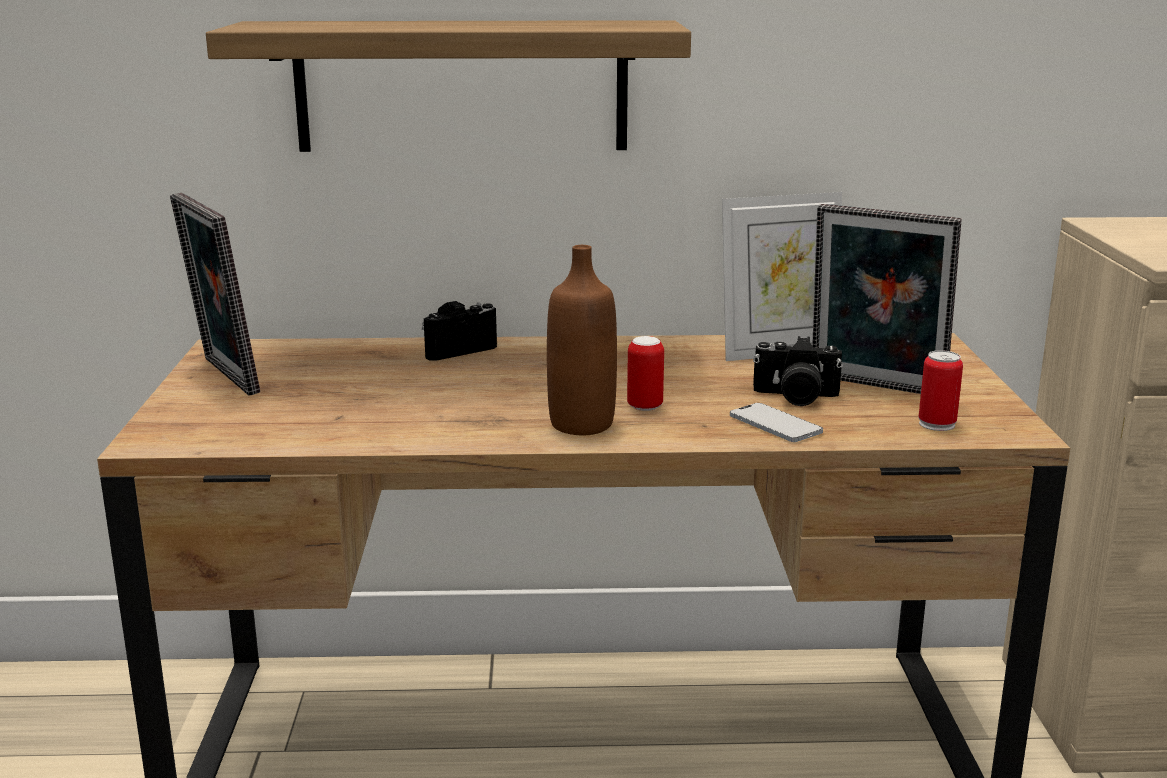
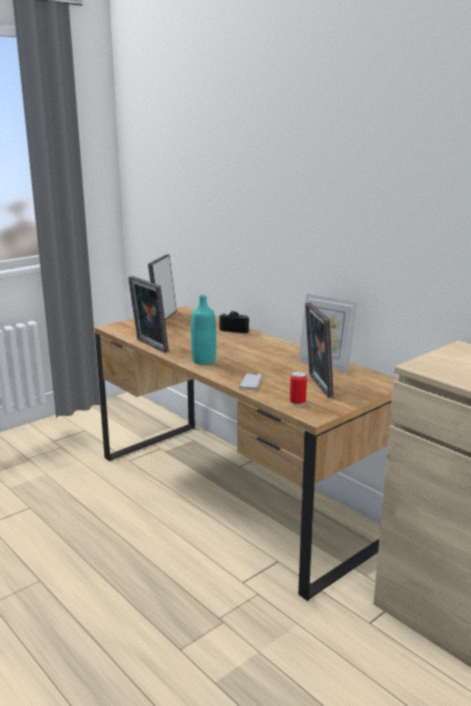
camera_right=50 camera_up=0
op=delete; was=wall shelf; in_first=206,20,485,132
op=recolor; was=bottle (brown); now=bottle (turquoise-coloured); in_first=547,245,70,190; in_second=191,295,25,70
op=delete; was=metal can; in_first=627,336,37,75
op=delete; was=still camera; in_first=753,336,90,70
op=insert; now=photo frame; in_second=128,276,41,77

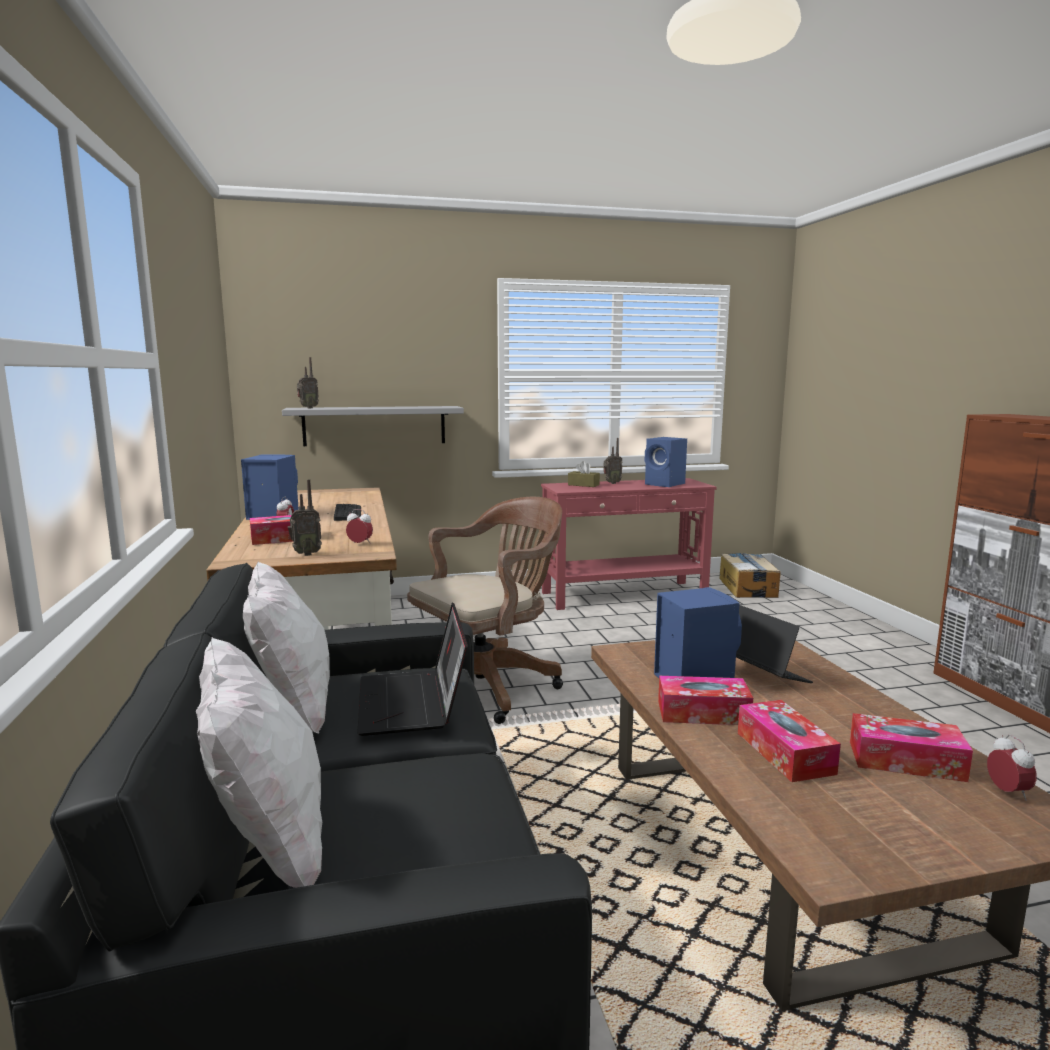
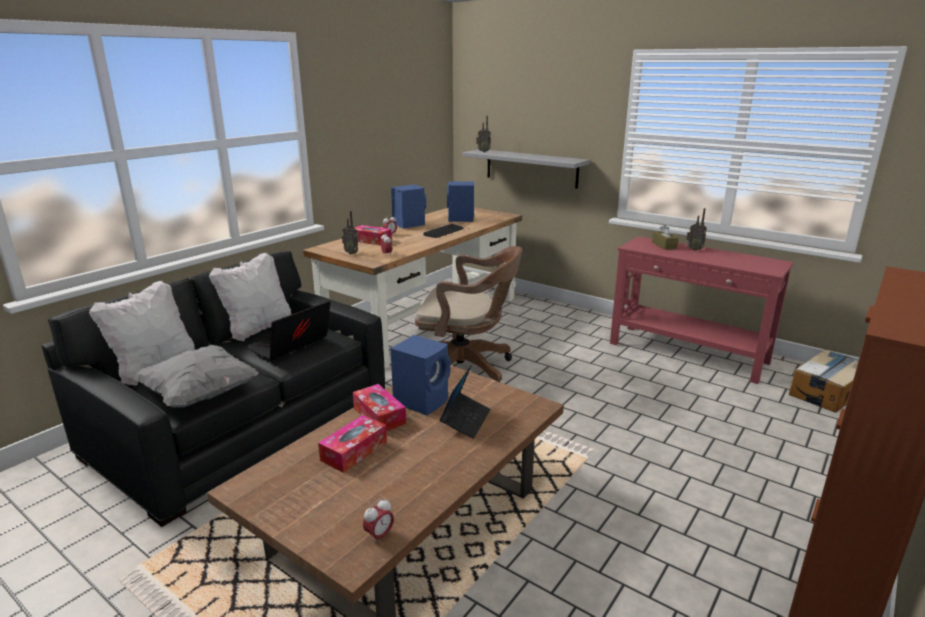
camera_right=50 camera_up=10
op=move; was=speaker (blue); in_first=645,437,42,50; in_second=447,181,27,41
op=delete; was=tissue box; in_first=850,713,123,69
op=insert; now=cushion (greyish); in_second=133,345,125,63

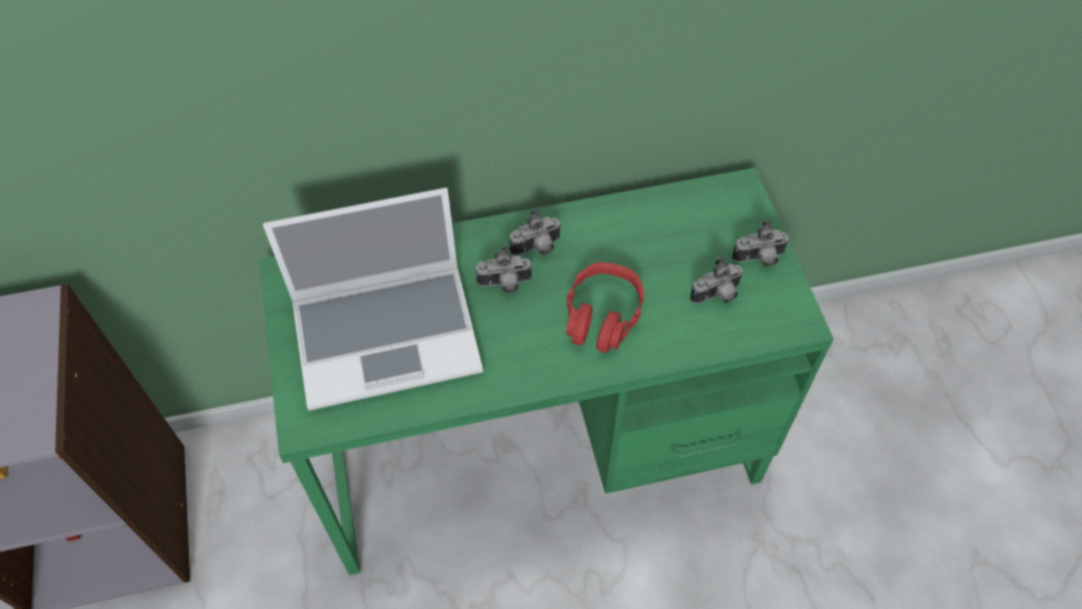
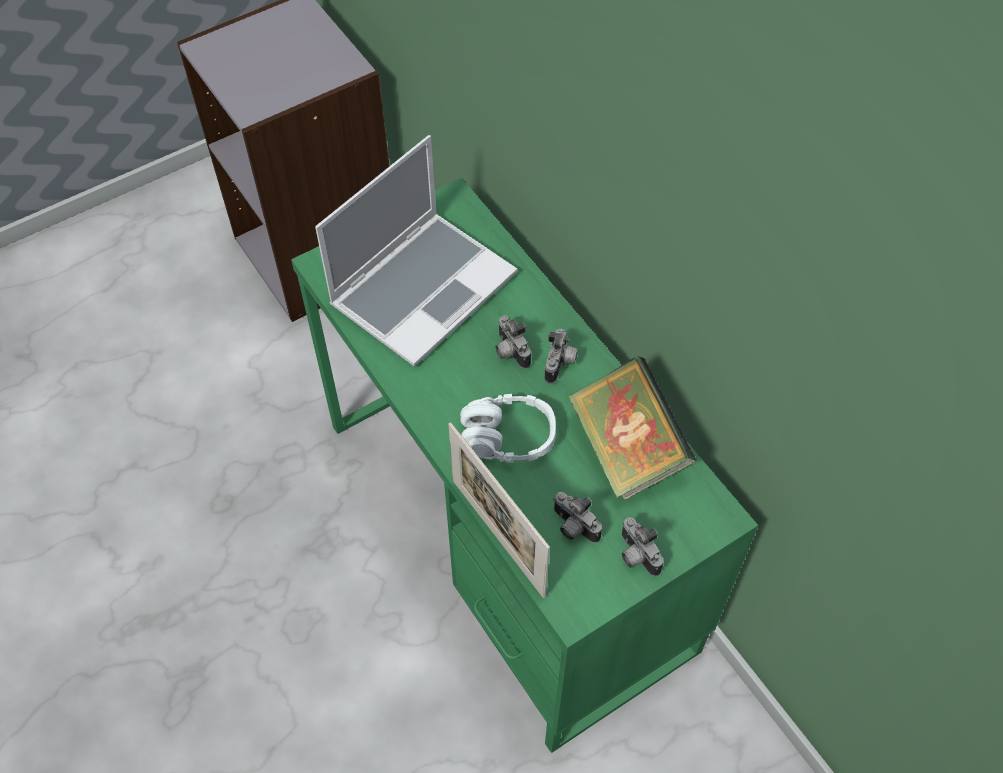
camera_right=70 camera_up=0
op=rotate; was=notebook computer; in_first=263,188,220,223; in_second=315,135,202,232; clockwise=-105
op=rotate; was=still camera; in_first=510,209,51,46; in_second=544,329,34,55; clockwise=-120
op=recolor; was=pair of headphones (red-coloured); now=pair of headphones (whitish); in_first=566,262,78,91; in_second=460,394,96,69
op=insert; now=photo frame; in_second=448,423,102,175
op=insert; now=volume; in_second=568,357,129,143

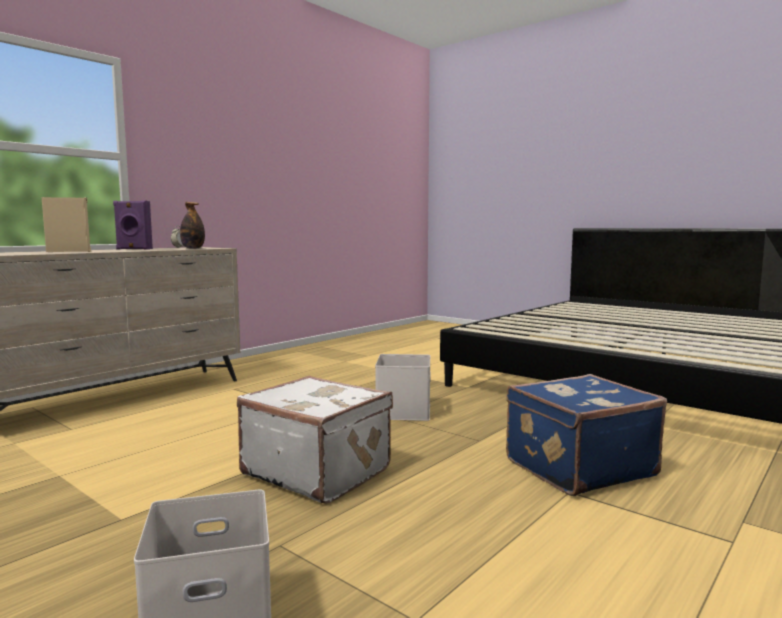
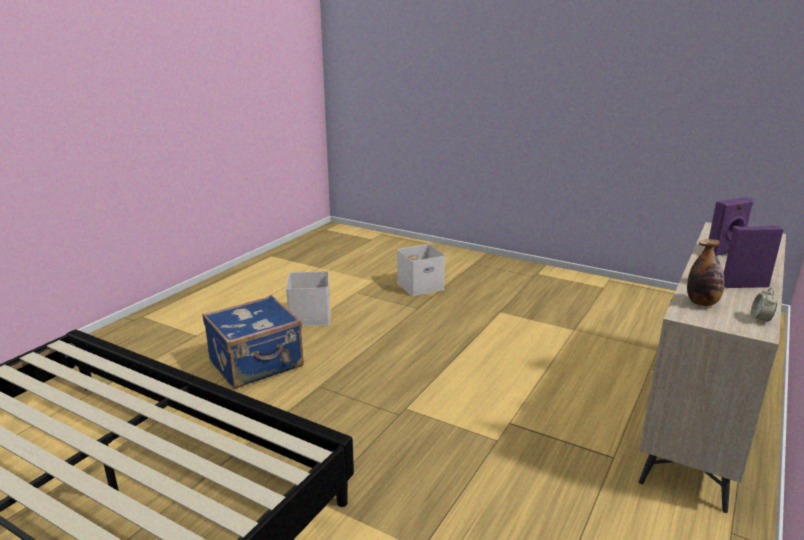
camera_right=170 camera_up=15
op=recolor; was=speaker (beige-coloured); now=speaker (purplish); in_first=42,197,49,55; in_second=709,197,45,59
op=delete; was=piece of luggage (whitish); in_first=237,376,156,128
op=move; was=storage container (whitish); in_first=375,354,56,67; in_second=286,271,44,55

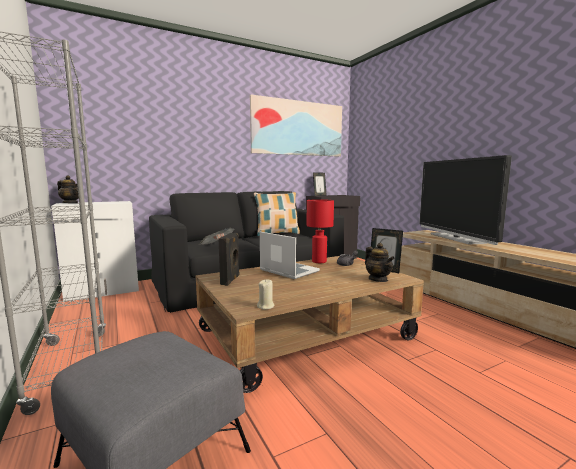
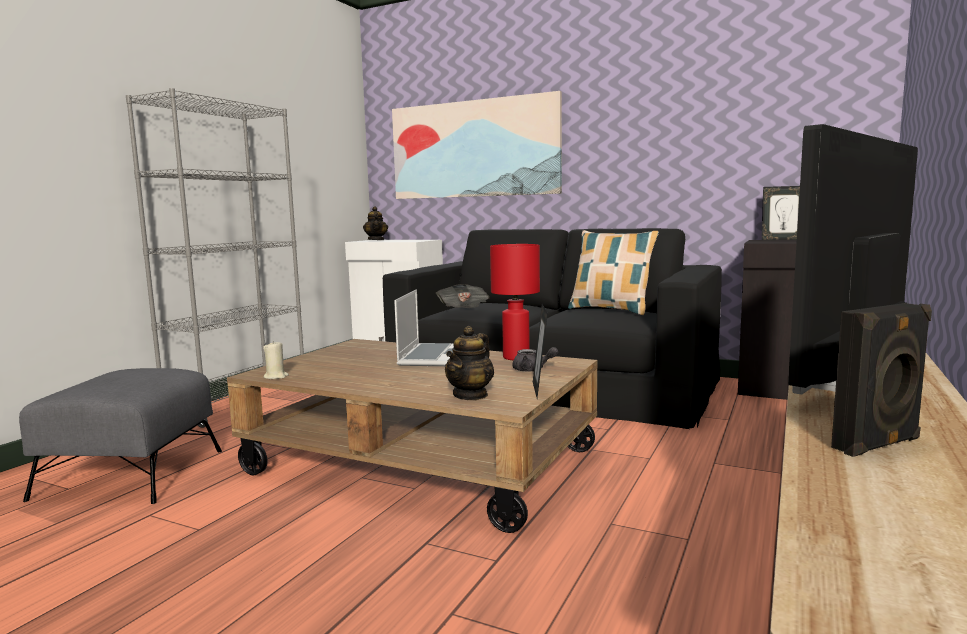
camera_right=55 camera_up=0
op=move; was=speaker (black-coloured); in_first=219,233,21,53; in_second=831,303,101,154
op=move; was=wall picture; in_first=250,95,92,62; in_second=392,91,170,108

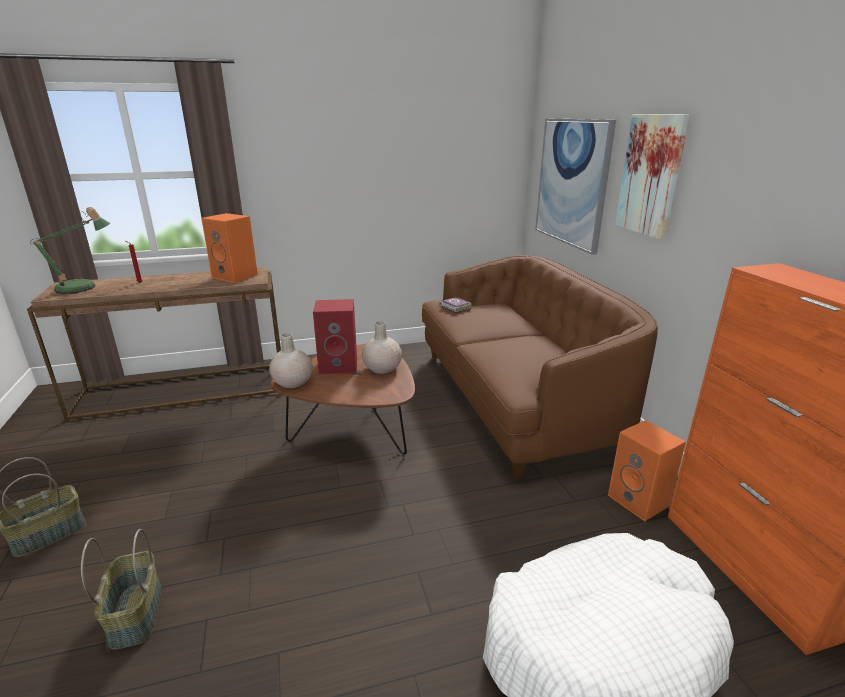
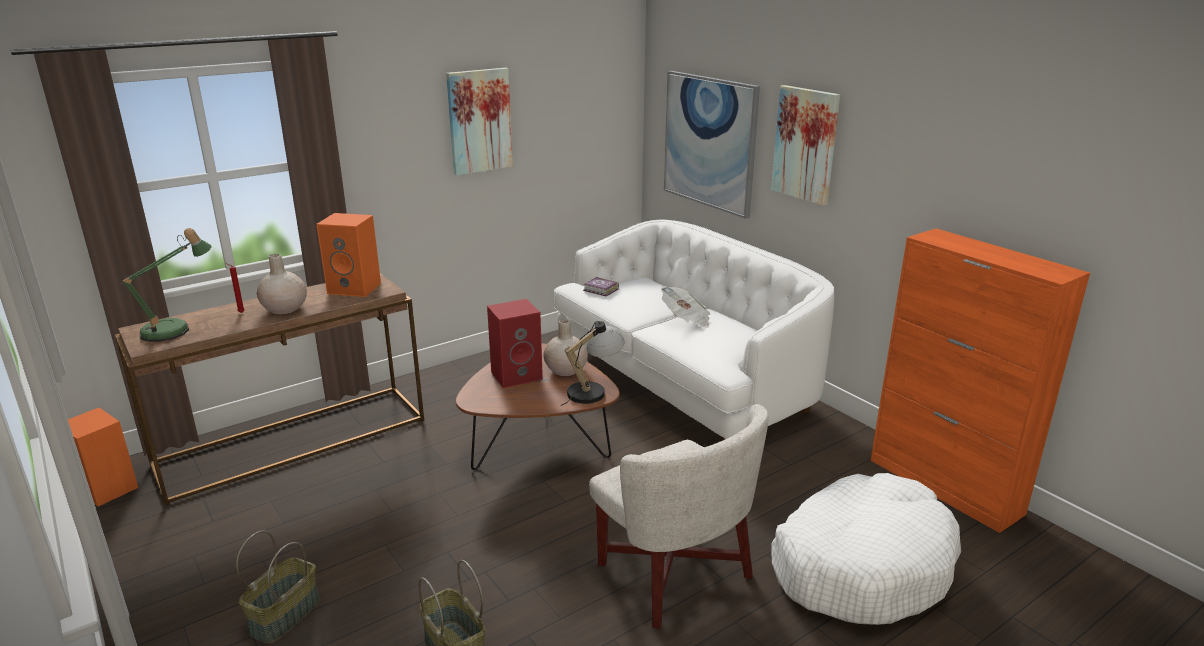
camera_right=-20 camera_up=0
op=move; was=decorative vase (beige-coloured); in_first=269,333,44,55; in_second=257,254,50,60
op=recolor; was=couch (brown); now=couch (whitish); in_first=422,255,236,225; in_second=554,220,280,220
op=move; was=speaker (orange); in_first=608,420,78,101; in_second=68,408,70,98
op=insert; now=wall picture; in_second=446,68,67,108
op=insert; now=table lamp; in_second=561,321,64,85
op=insert; now=armchair (whitish); in_second=589,404,180,225
op=insert; now=printed paper; in_second=661,286,49,42

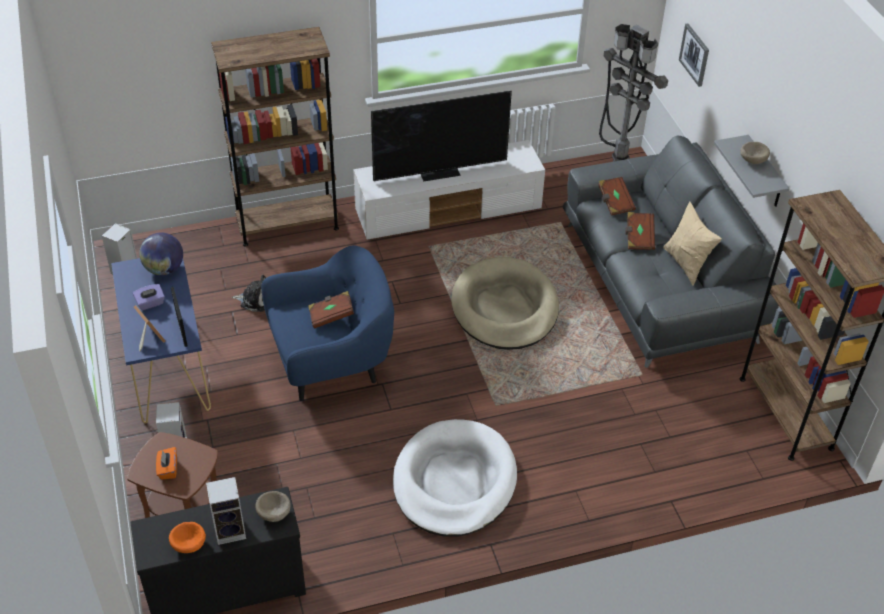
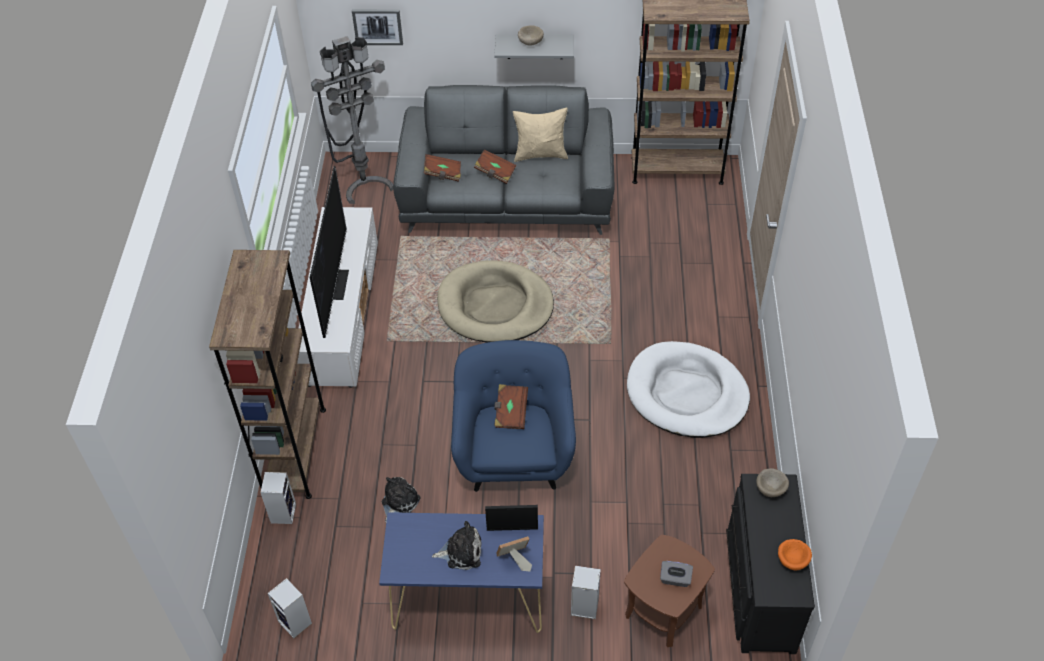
camera_right=-70 camera_up=5
op=replace; was=tissue box (purplish); now=soft toy; in_first=133,284,32,26; in_second=432,521,49,49
op=delete; was=world globe; in_first=139,233,44,42
op=recolor; was=tissue box (orange); now=tissue box (greyish); in_first=156,447,21,32; in_second=660,561,33,26
op=move; was=speaker; in_first=206,477,40,68; in_second=260,472,36,52

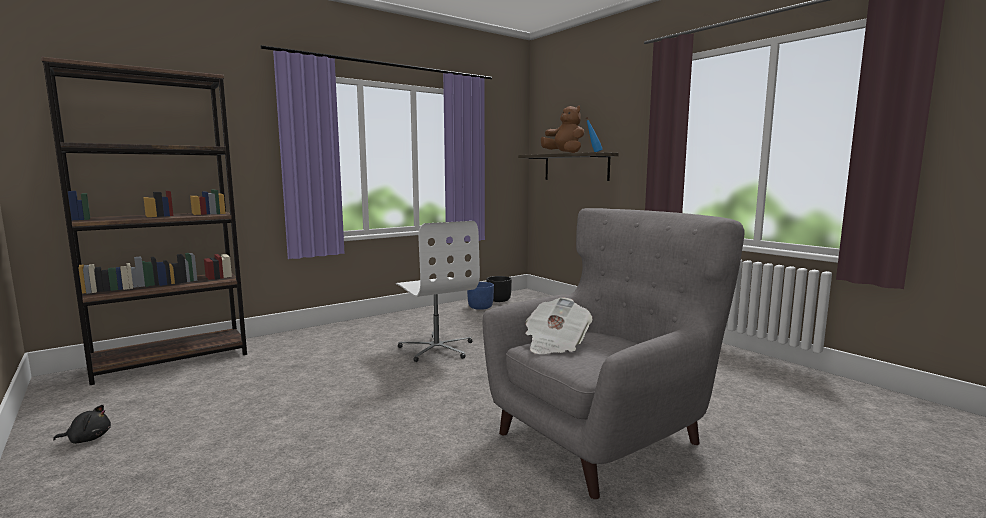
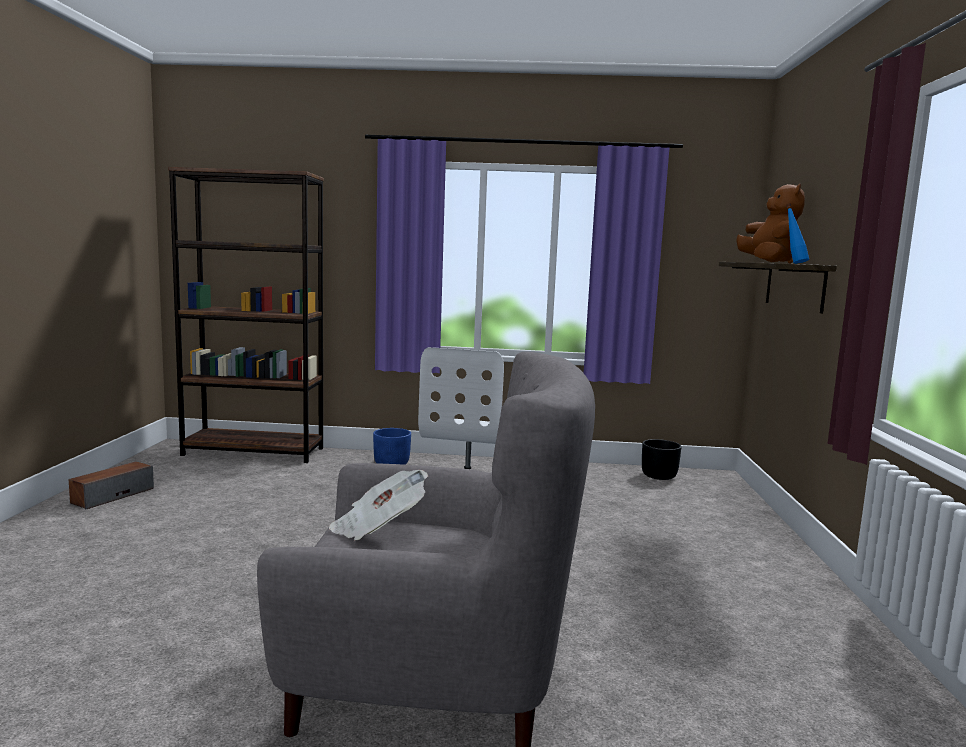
camera_right=40 camera_up=0
op=replace; was=soft toy (black-coloured); now=speaker; in_first=53,405,58,39; in_second=69,461,85,48
op=move; was=plant pot (blue); in_first=467,282,27,28; in_second=373,428,38,37

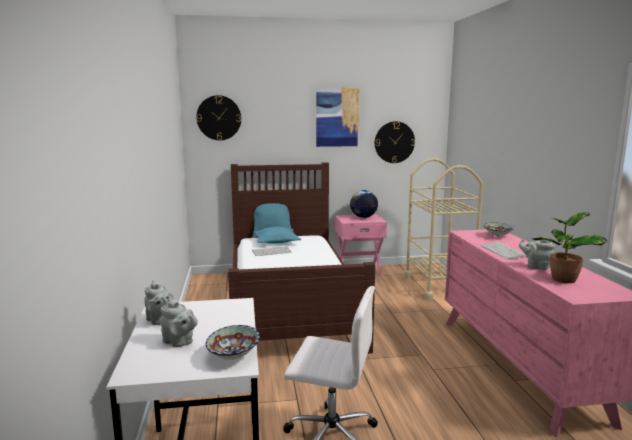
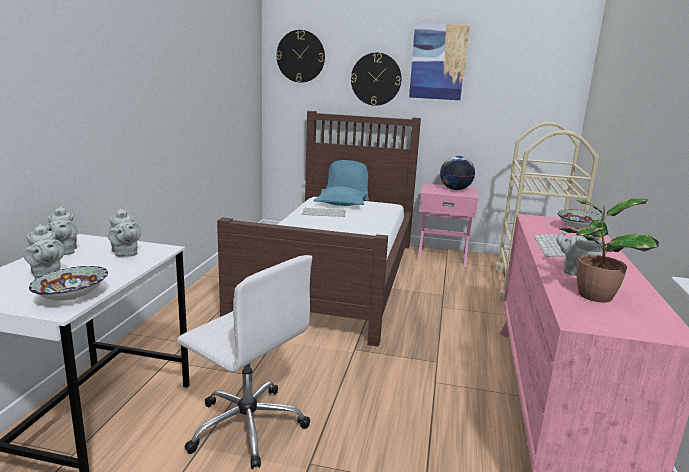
camera_right=20 camera_up=5
op=move; was=hanging clock; in_first=375,121,40,42; in_second=351,53,51,53
op=insert; now=pot for tea (greyish); in_second=108,208,33,49

